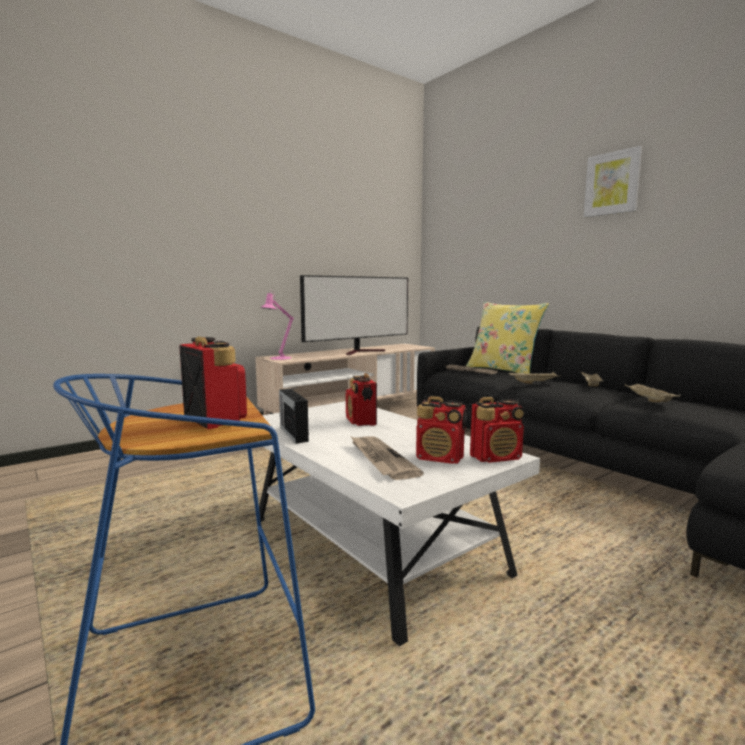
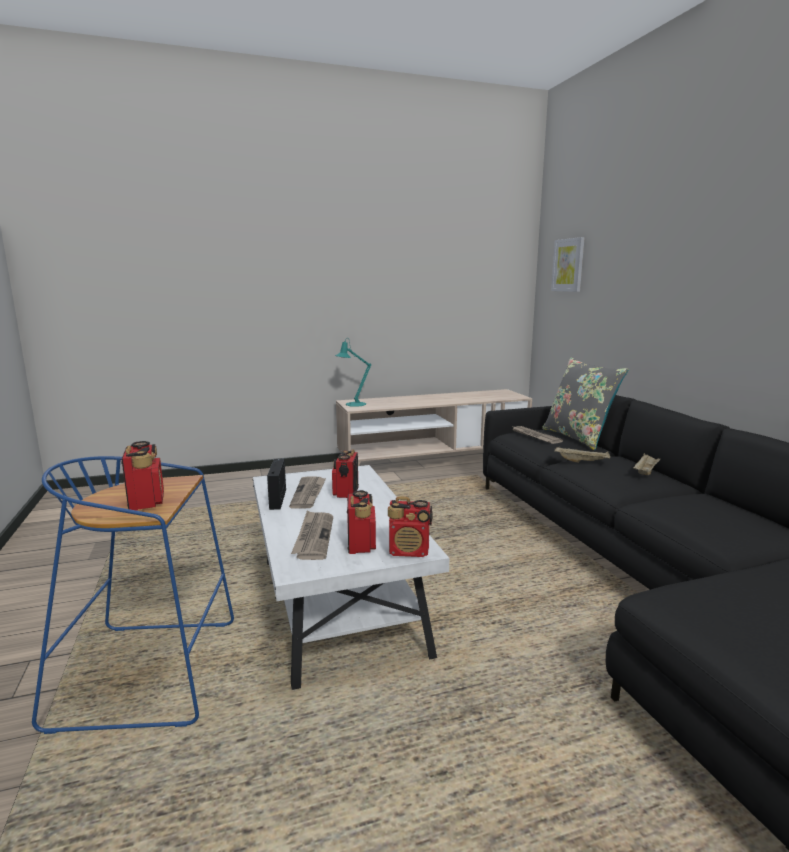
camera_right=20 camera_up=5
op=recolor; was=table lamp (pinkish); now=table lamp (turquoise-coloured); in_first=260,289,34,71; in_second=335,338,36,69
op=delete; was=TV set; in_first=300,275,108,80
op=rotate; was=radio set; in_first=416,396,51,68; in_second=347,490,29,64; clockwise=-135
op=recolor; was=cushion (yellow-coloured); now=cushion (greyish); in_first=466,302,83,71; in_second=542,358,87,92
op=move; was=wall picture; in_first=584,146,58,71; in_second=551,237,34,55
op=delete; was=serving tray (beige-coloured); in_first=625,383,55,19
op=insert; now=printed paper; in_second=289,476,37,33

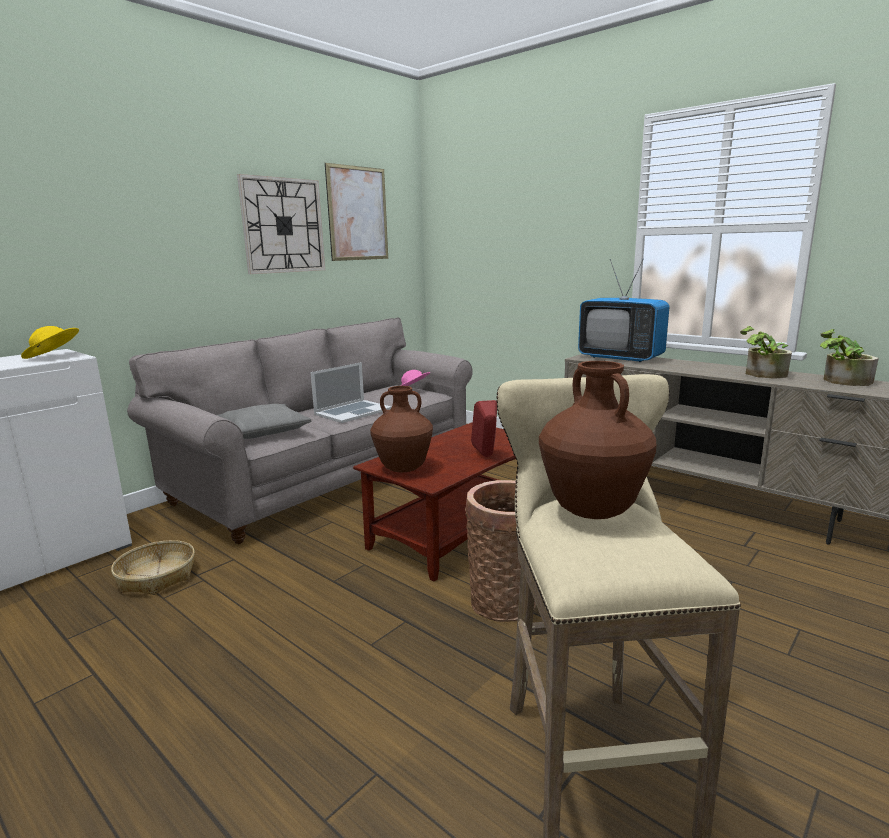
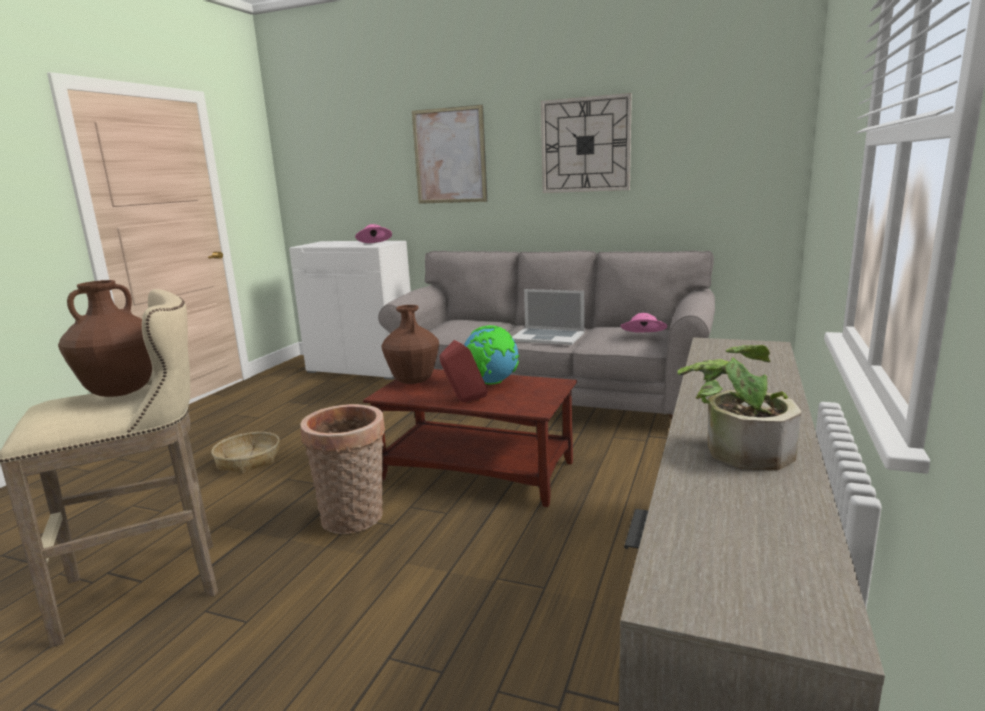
camera_right=70 camera_up=0
op=recolor; was=hat (yellow-coloured); now=hat (pinkish); in_first=21,326,58,33; in_second=355,224,37,19
op=move; was=storage basket; in_first=111,540,84,55; in_second=212,432,68,42
op=delete; was=cushion (greyish); in_first=217,404,94,35
op=move; was=wall picture; in_first=325,163,63,98; in_second=412,105,75,99
op=delete; was=TV set; in_first=578,259,92,103
op=delete; was=plant in a pot; in_first=820,329,59,57
op=insert; now=world globe; in_second=464,325,55,59

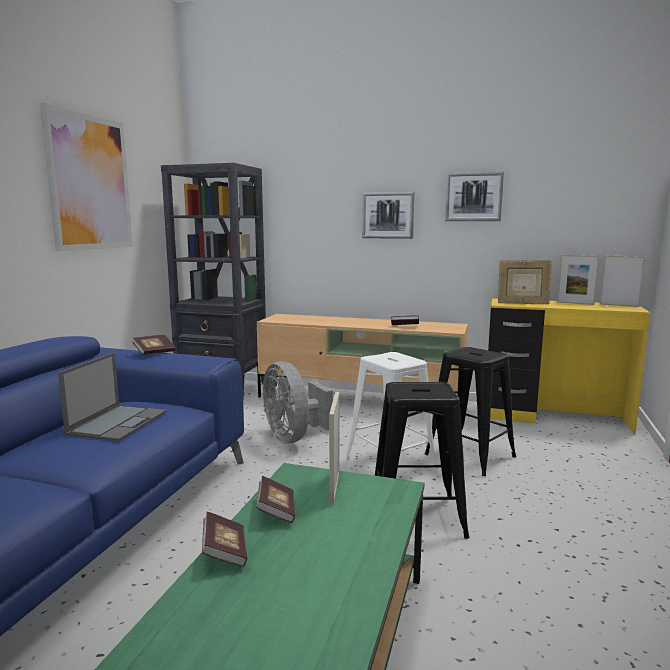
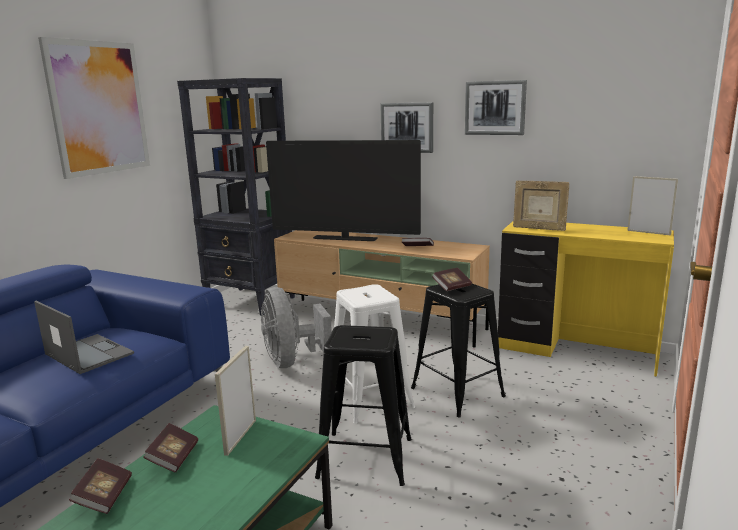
camera_right=10 camera_up=5
op=rotate; was=notebook computer; in_first=58,352,108,89; in_second=34,301,100,73; clockwise=-75
op=move; was=volume; in_first=132,335,44,20; in_second=432,268,40,23
op=delete; was=photo frame; in_first=557,255,42,50
op=insert; now=TV set; in_second=266,140,155,101

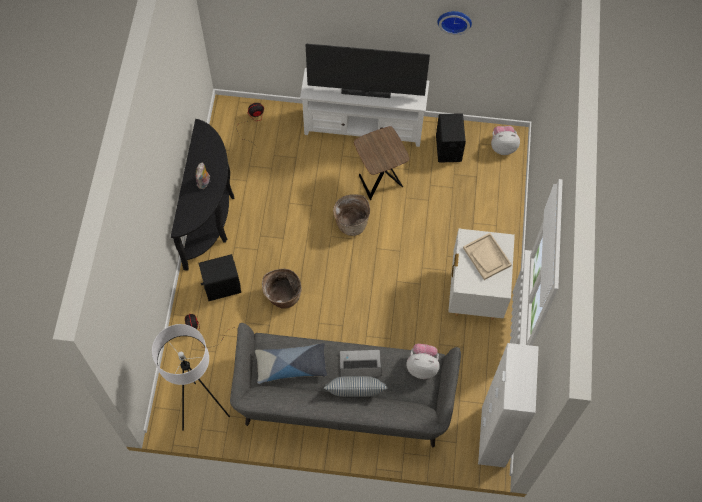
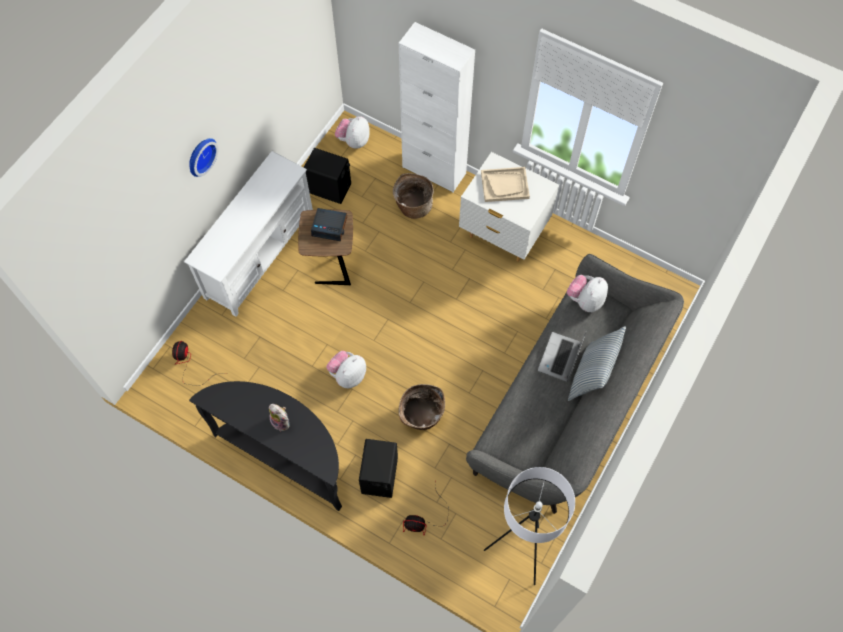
camera_right=-65 camera_up=0
op=delete; was=cushion; in_first=255,343,72,41
op=delete; was=TV set; in_first=306,44,124,54
op=move; was=storage basket; in_first=333,194,37,42; in_second=393,173,41,46
op=move; was=hanging clock; in_first=437,11,35,24; in_second=189,138,29,39
op=move; was=cabinet (whitish); in_first=478,343,61,124; in_second=399,22,76,171
op=insert; now=table clock; in_second=311,208,36,33
op=insert; now=soft toy; in_second=326,351,40,37

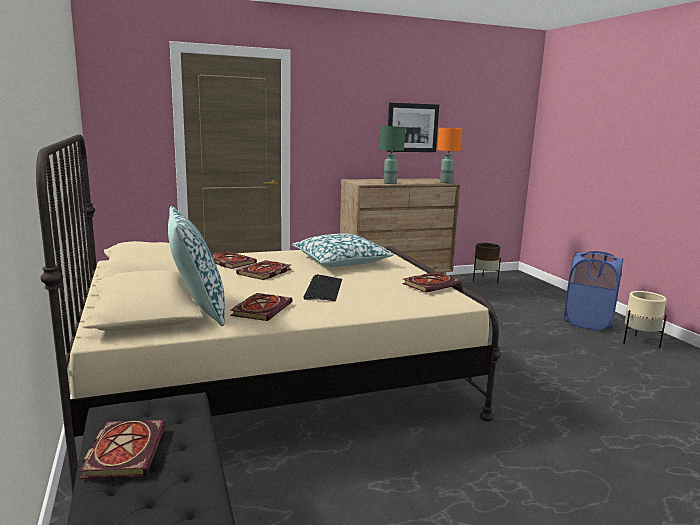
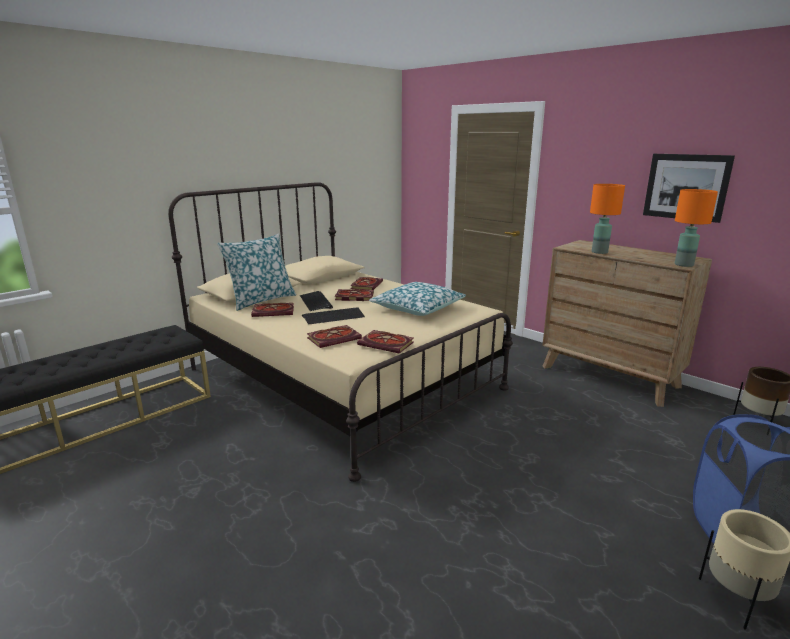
camera_right=65 camera_up=5
op=move; was=volume; in_first=79,420,87,59; in_second=307,325,55,23
op=recolor; was=table lamp (greenish); now=table lamp (orange); in_first=380,126,25,58; in_second=590,184,35,70
op=insert; now=PC keyboard; in_second=300,291,33,20

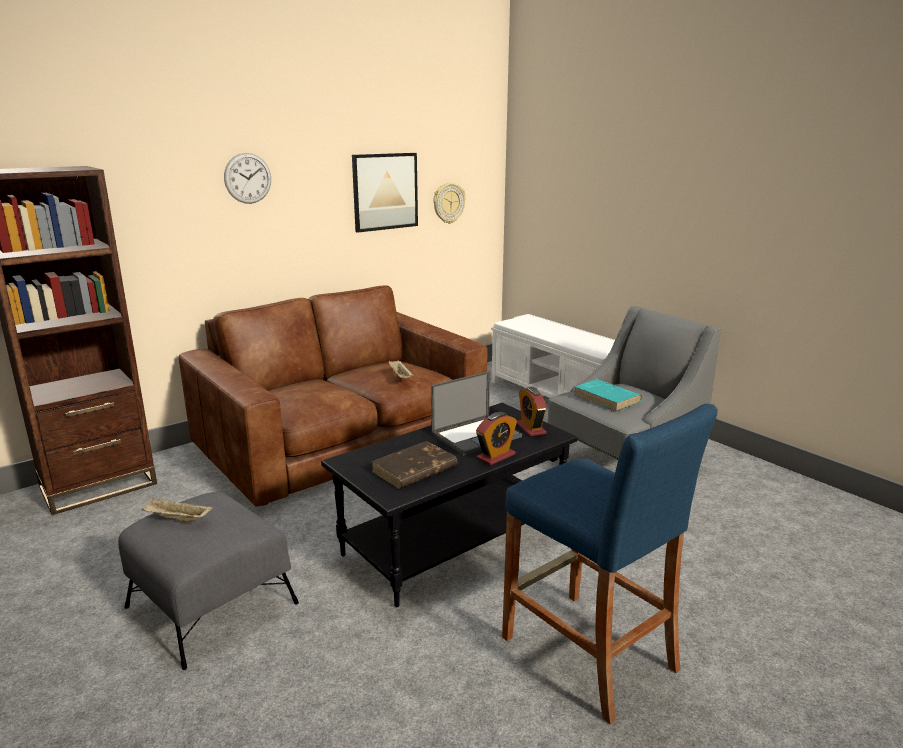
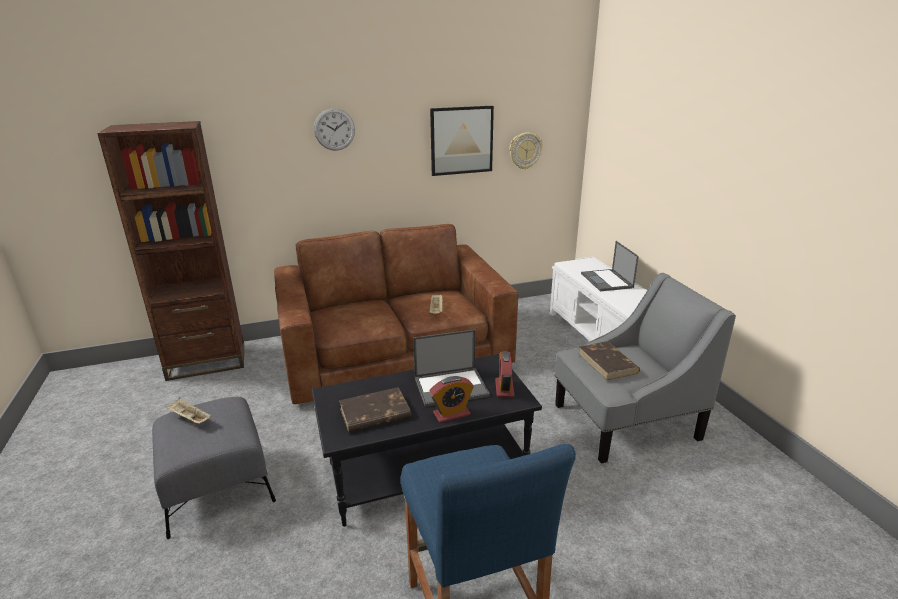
camera_right=20 camera_up=5
op=recolor; was=volume (turquoise-coloured); now=volume (brown); in_first=574,379,68,32; in_second=578,341,62,39
op=insert; now=notebook computer; in_second=581,241,58,50

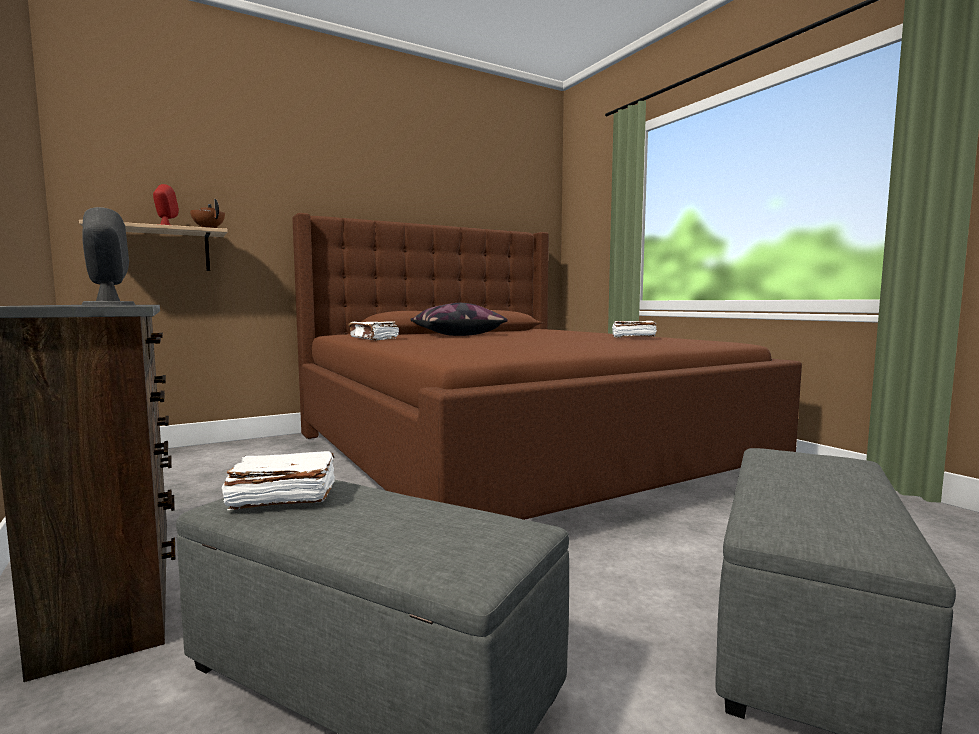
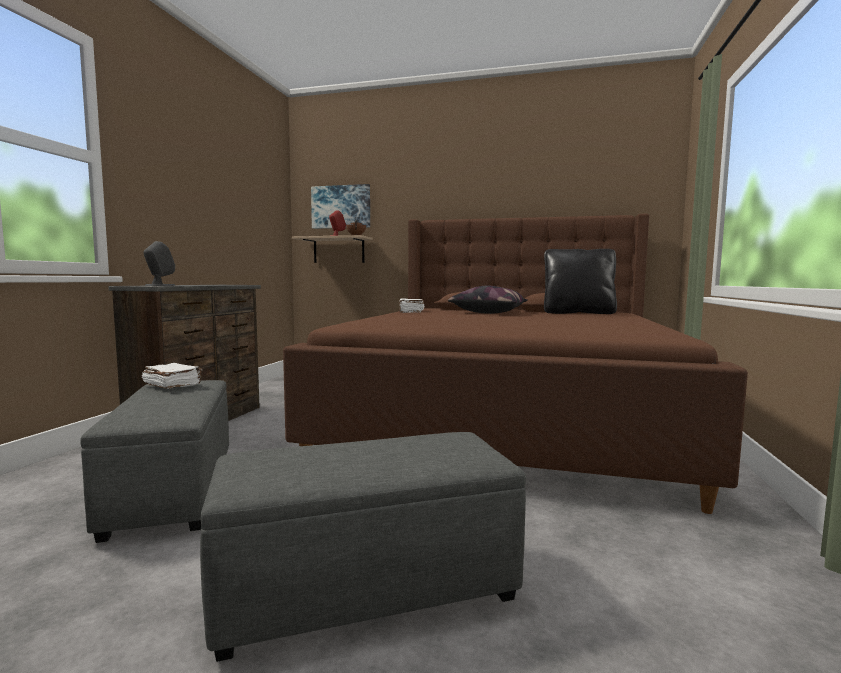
camera_right=45 camera_up=0
op=delete; was=volume (whitish); in_first=612,321,45,17
op=insert; now=wall picture; in_second=311,184,59,45
op=insert; now=cushion (black-coloured); in_second=544,249,73,65

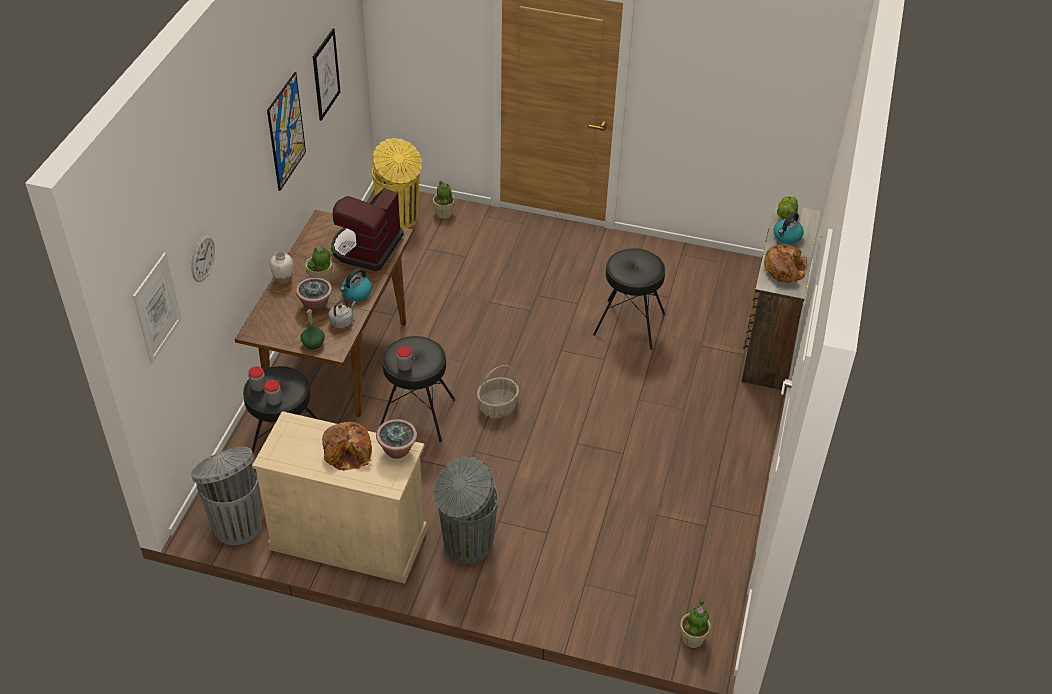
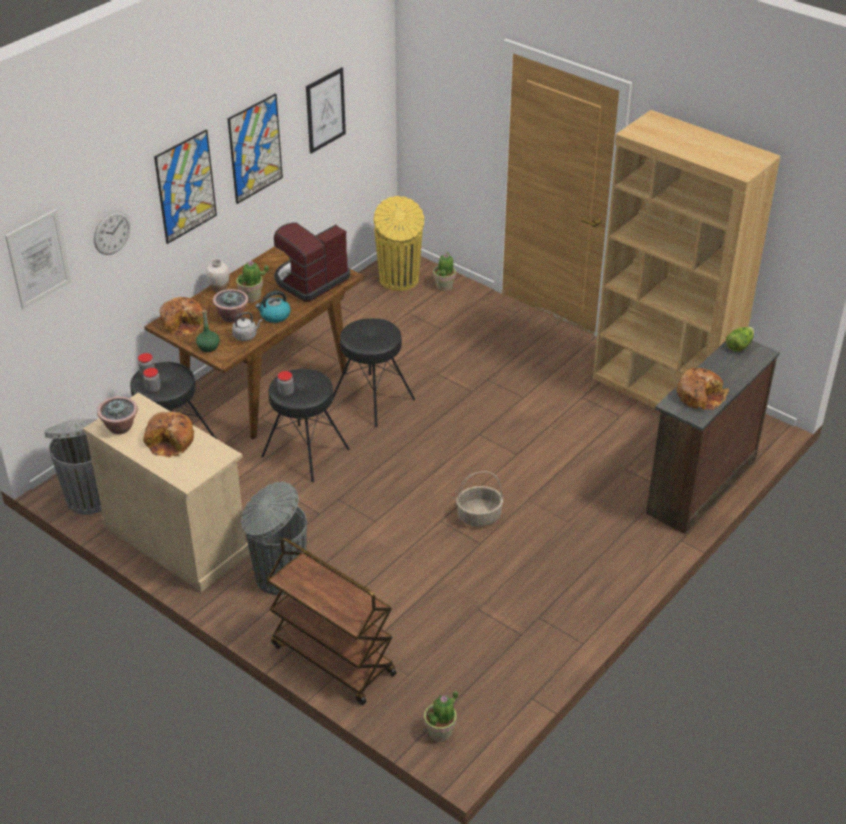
camera_right=25 camera_up=-5
op=move; was=plant in a pot; in_first=376,419,41,40; in_second=97,396,41,38
op=move; was=storage basket; in_first=477,365,42,52; in_second=456,471,47,56
op=move; was=stool (black-coloured); in_first=593,248,72,102; in_second=333,318,82,109
op=delete; was=tea kettle; in_first=773,212,31,32
op=insert; now=wall picture; in_second=154,130,63,114
op=insert; now=bakery bread; in_second=160,297,44,39
op=insert; now=trolley (brown); in_second=267,537,129,168
op=insert; now=shelving unit (brown); in_second=593,110,188,298

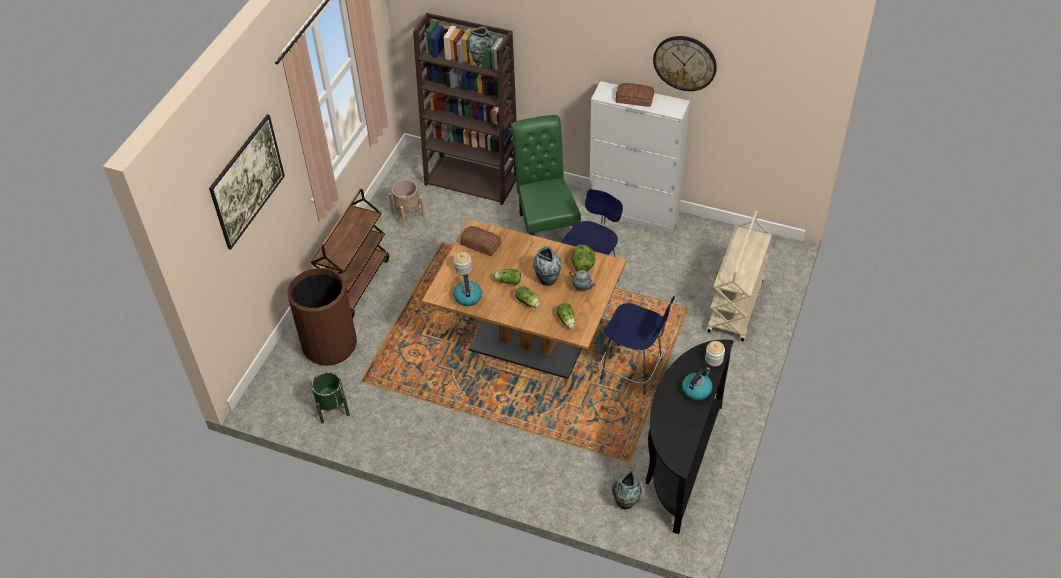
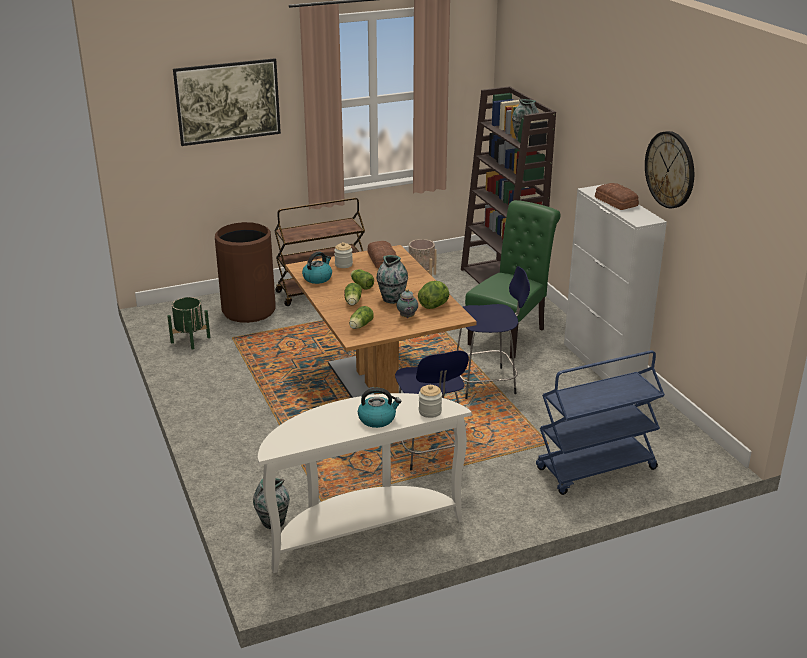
camera_right=45 camera_up=-20
op=recolor; was=narrow table (black-coloured); now=narrow table (whitish); in_first=646,340,88,194; in_second=258,393,214,180
op=recolor; was=trolley (beige-coloured); now=trolley (blue); in_first=707,210,65,132; in_second=536,350,129,145

